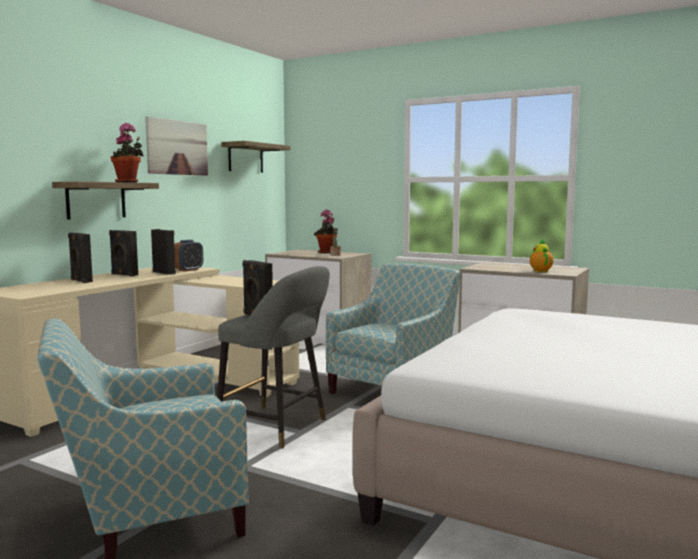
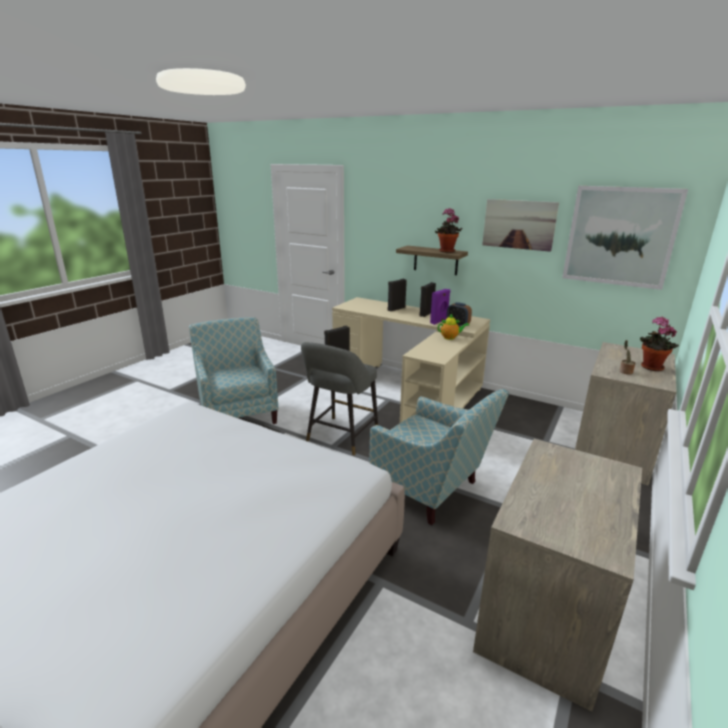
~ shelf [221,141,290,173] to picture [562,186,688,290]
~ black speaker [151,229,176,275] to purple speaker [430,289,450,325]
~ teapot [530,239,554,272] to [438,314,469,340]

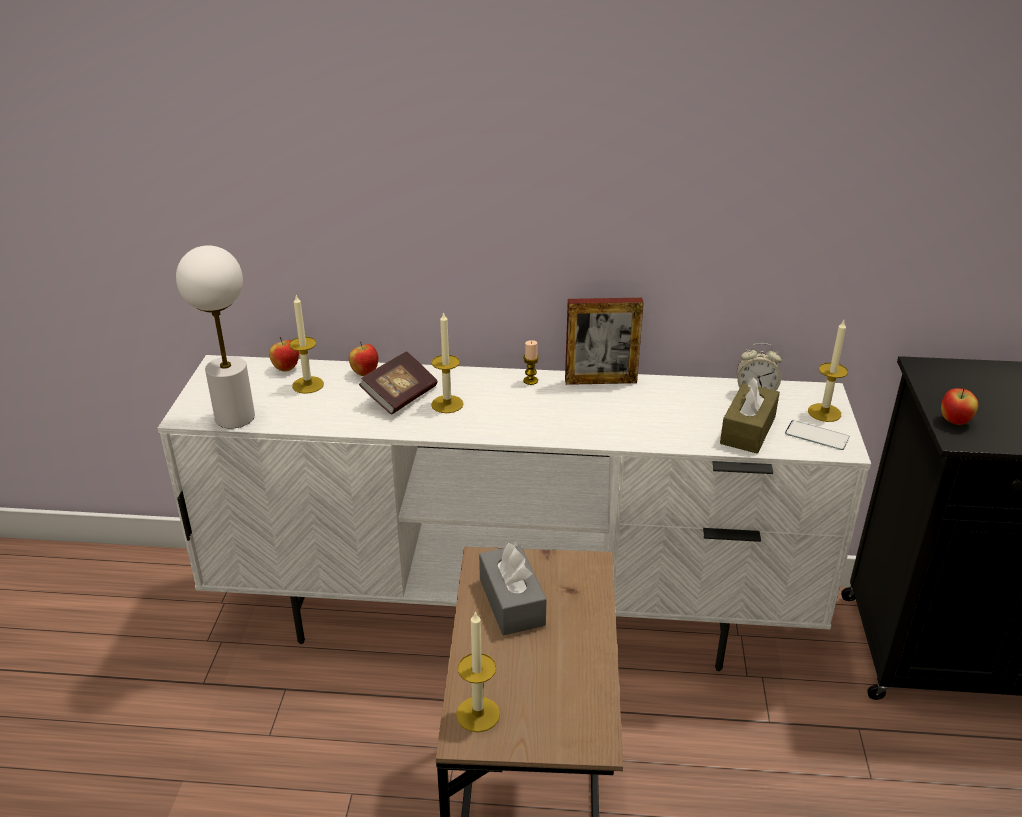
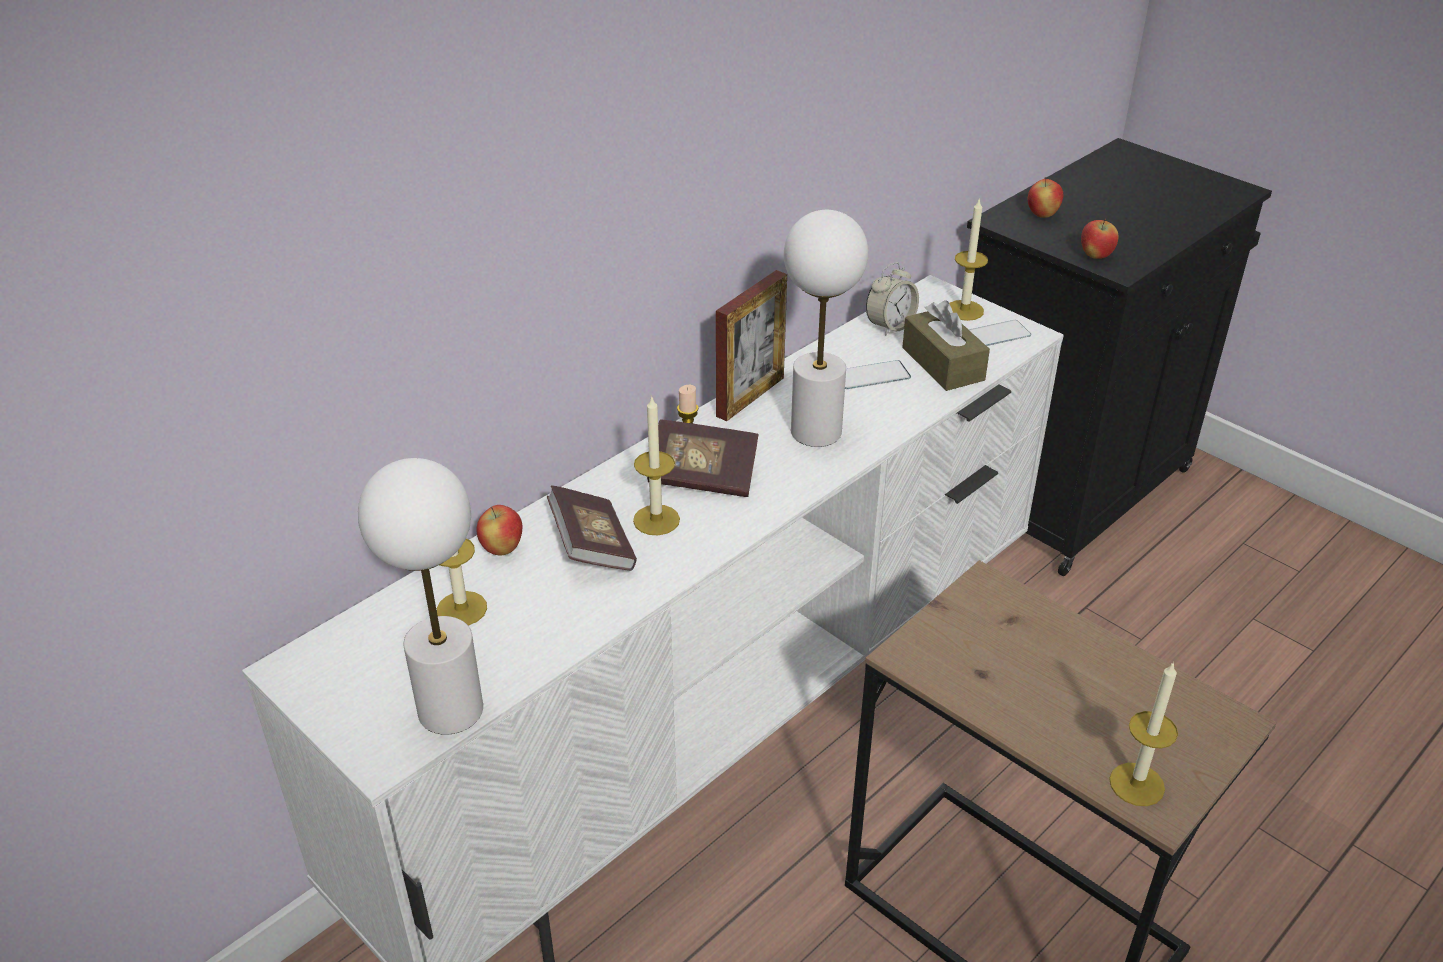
~ apple [269,337,299,371] to [1028,177,1063,218]
- grey tissue box [479,542,547,635]
+ white table lamp [784,210,868,447]
+ phone [845,360,911,389]
+ book [647,419,759,497]

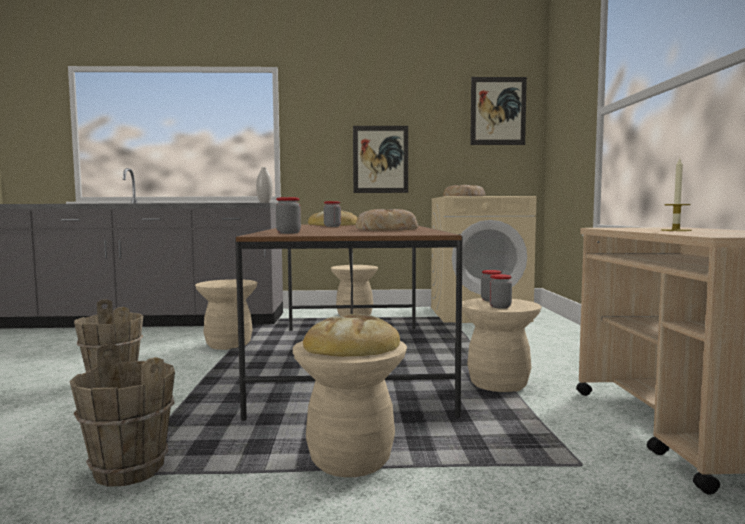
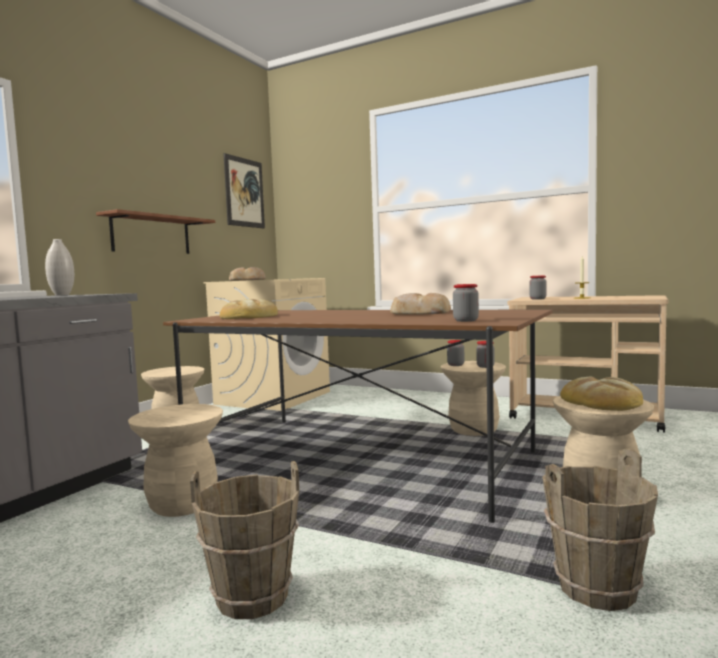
~ picture [353,126,408,193] to brown shelf [96,209,215,254]
~ jar [324,201,341,227] to [529,275,547,300]

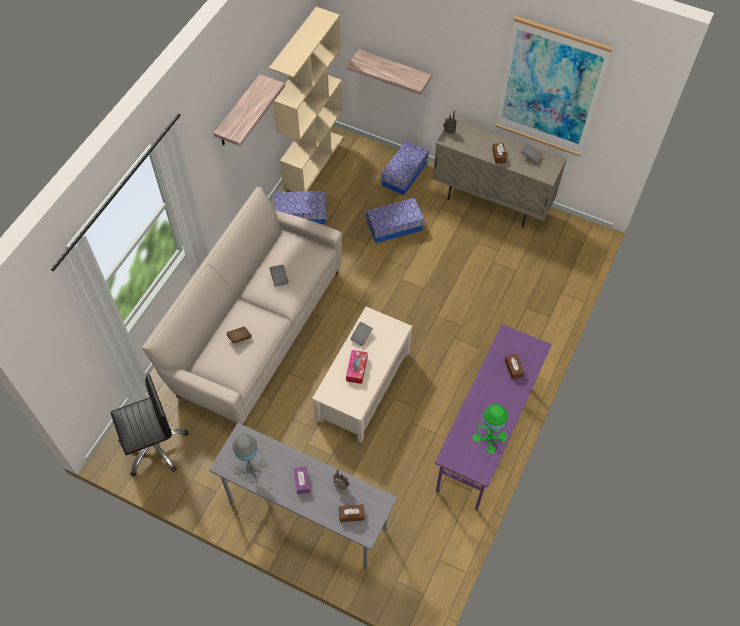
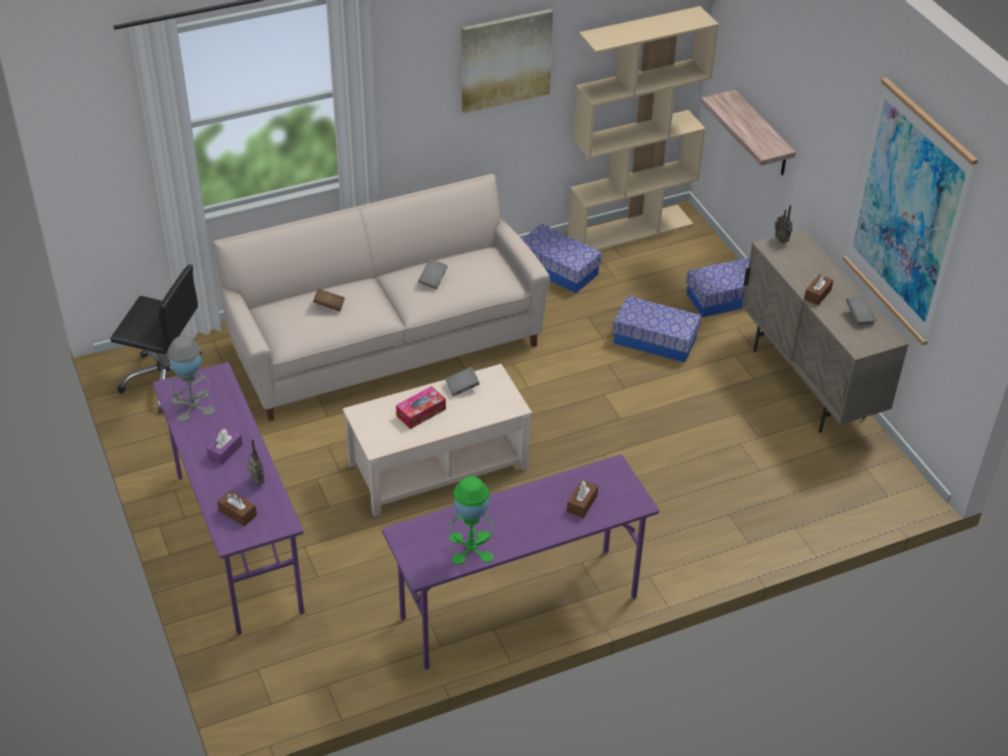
~ shelf [214,74,285,146] to picture [462,9,553,113]
~ grey desk [209,423,397,570] to purple desk [153,362,304,635]

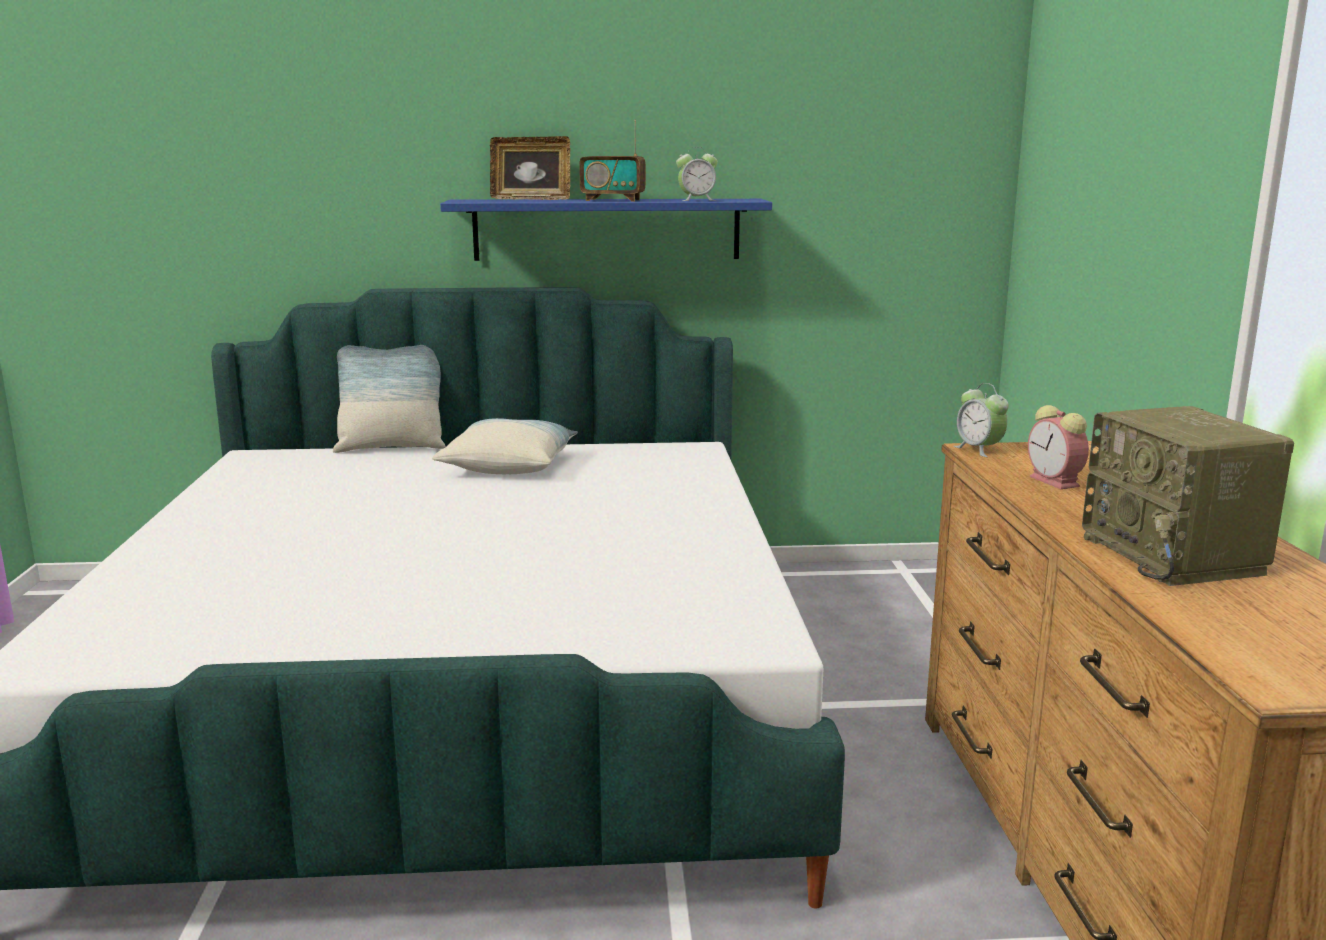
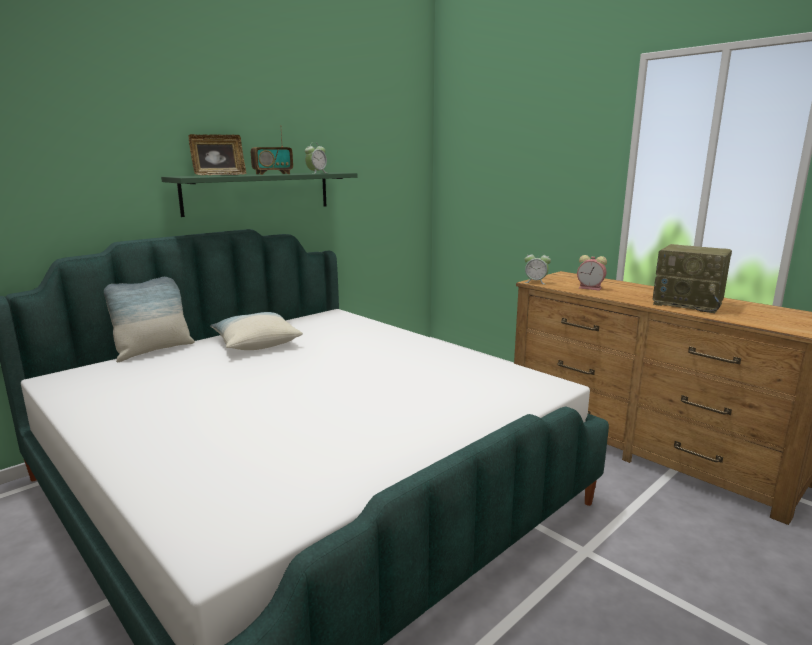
~ blue shelf [440,199,772,261] to green shelf [161,172,358,217]

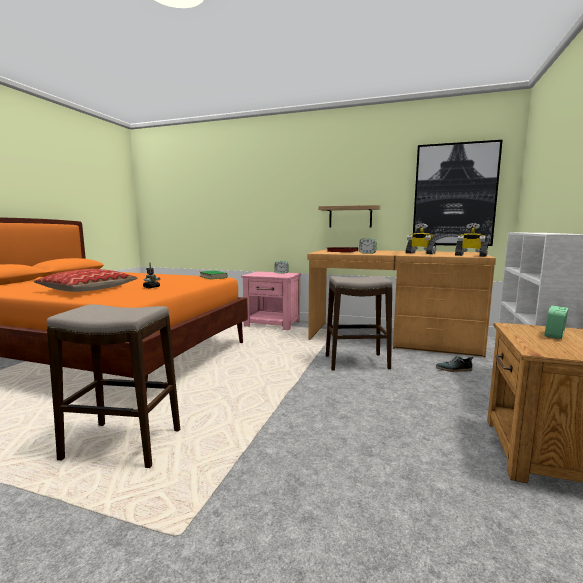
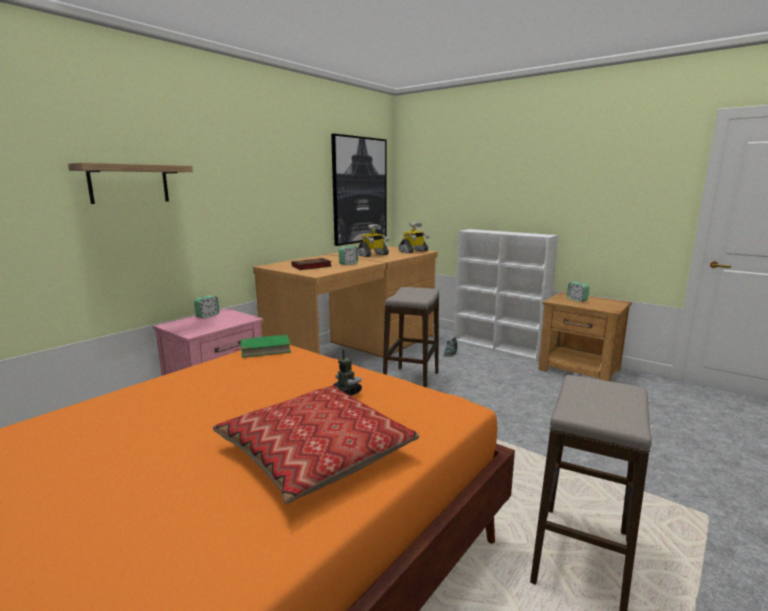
~ shelf [318,205,380,227] to [68,163,193,204]

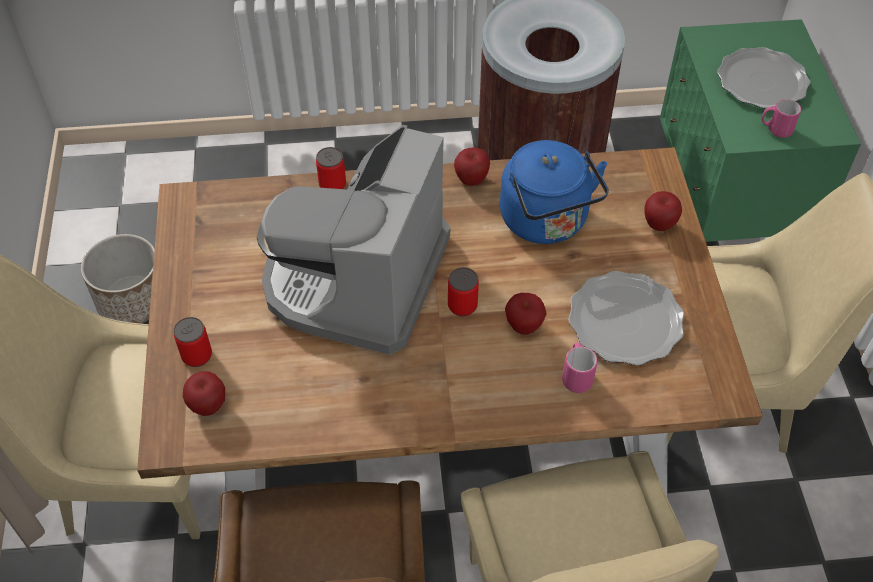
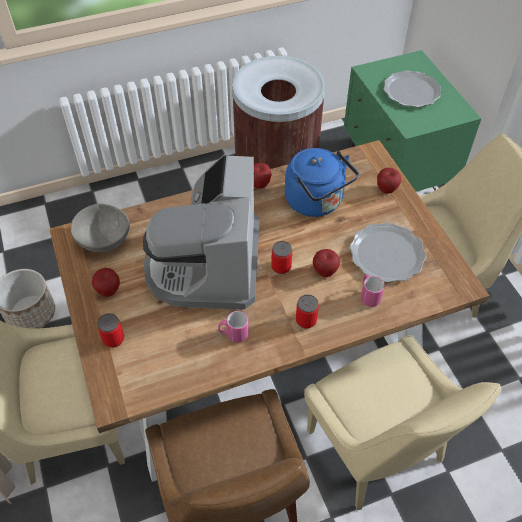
~ pink mug [762,99,801,138] to [218,311,249,343]
~ can [316,147,346,189] to [296,295,319,329]
~ apple [183,371,225,416] to [92,268,120,297]
+ grey bowl [71,204,130,252]

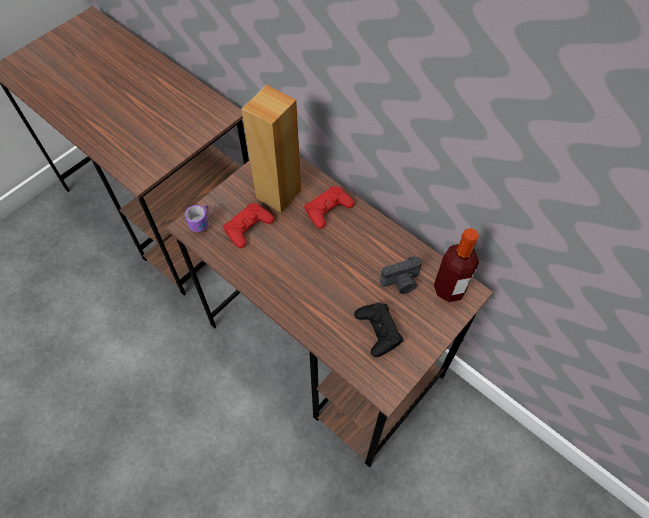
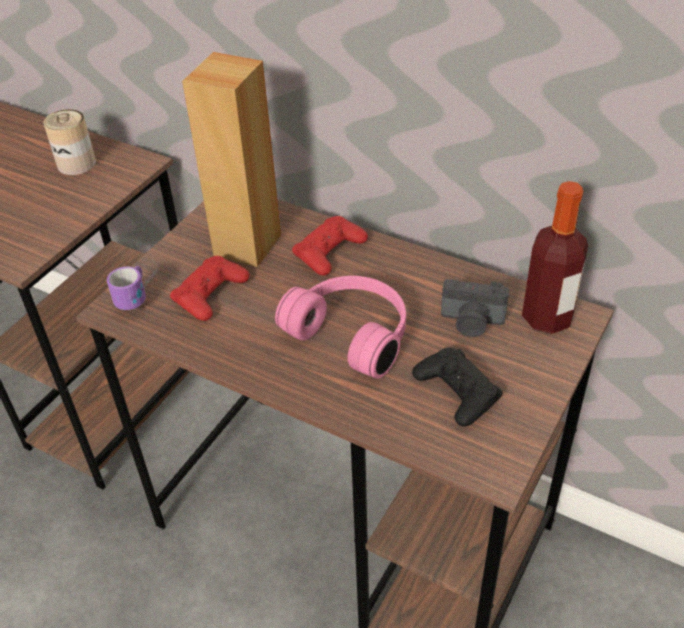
~ photo camera [380,256,422,294] = [441,279,509,337] 45 degrees clockwise
+ can [43,109,96,175]
+ pink headphones [275,276,406,379]

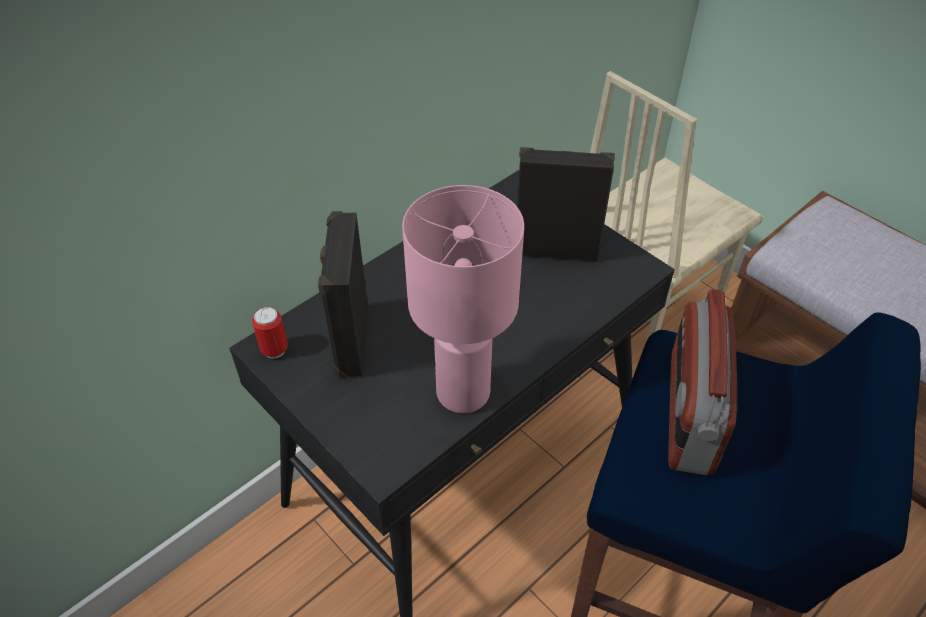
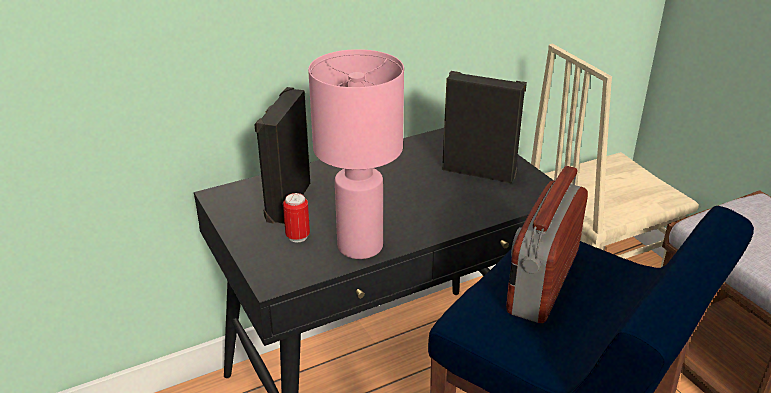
~ can [252,307,288,358] to [283,193,310,242]

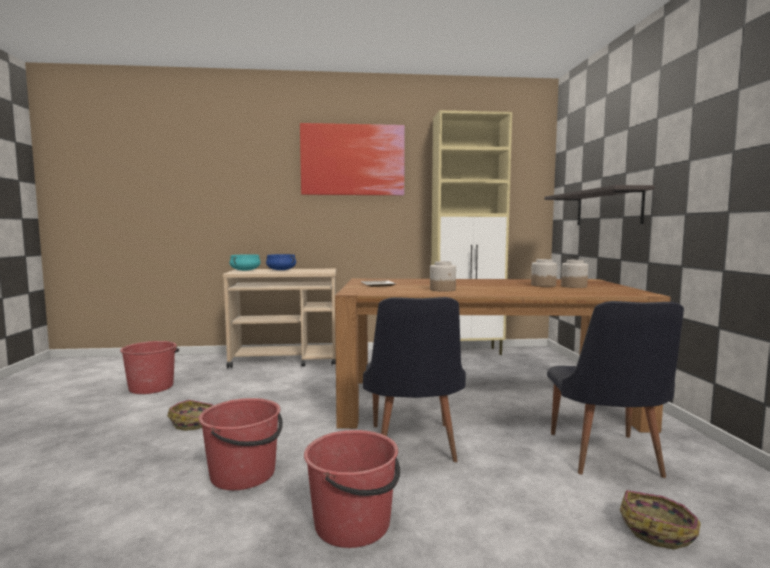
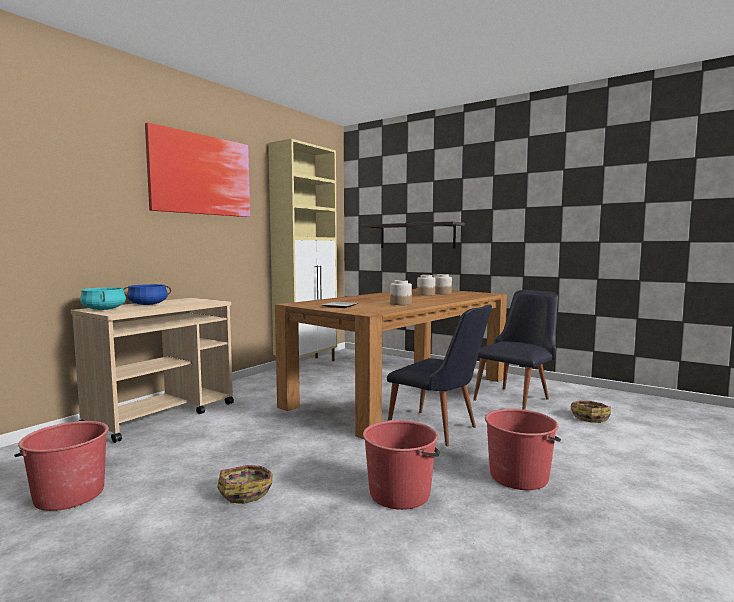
~ black chair [547,301,684,478] = [473,290,558,410] 90 degrees counterclockwise

